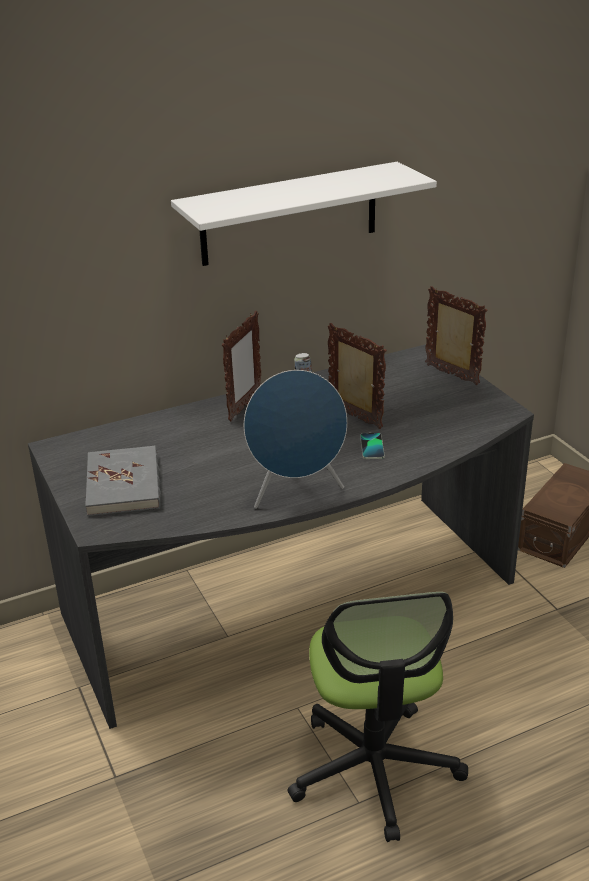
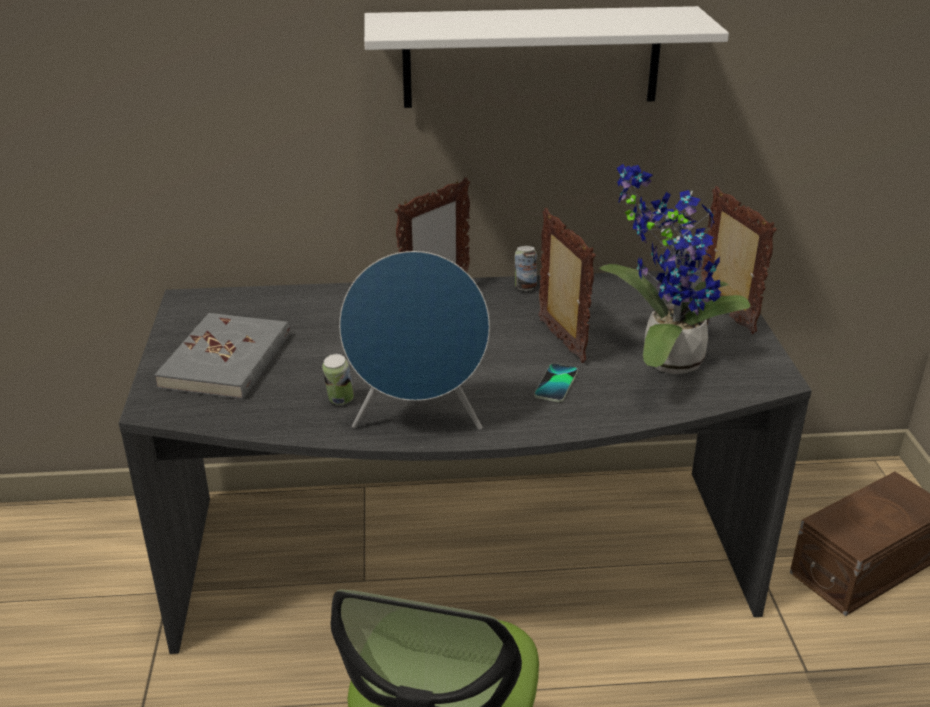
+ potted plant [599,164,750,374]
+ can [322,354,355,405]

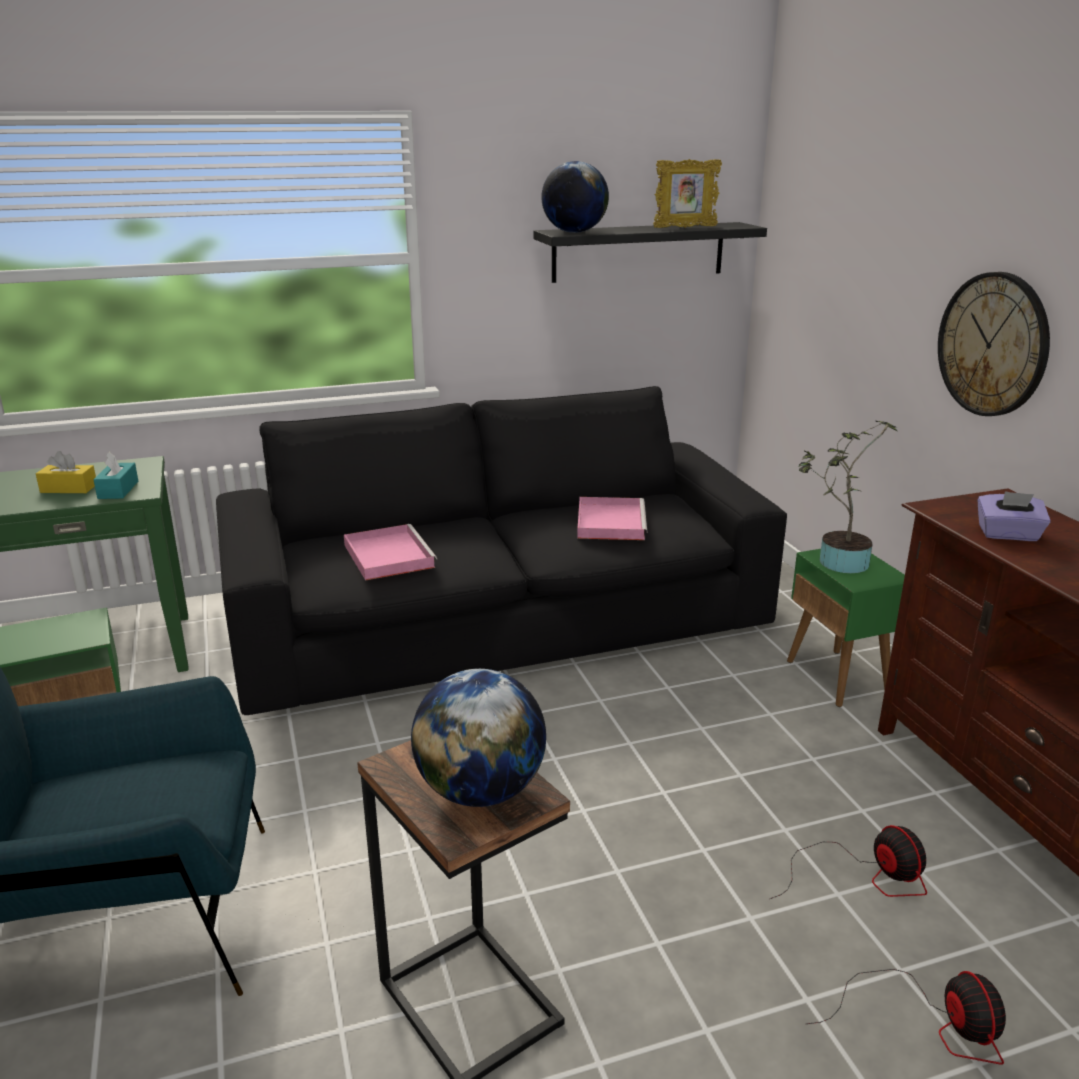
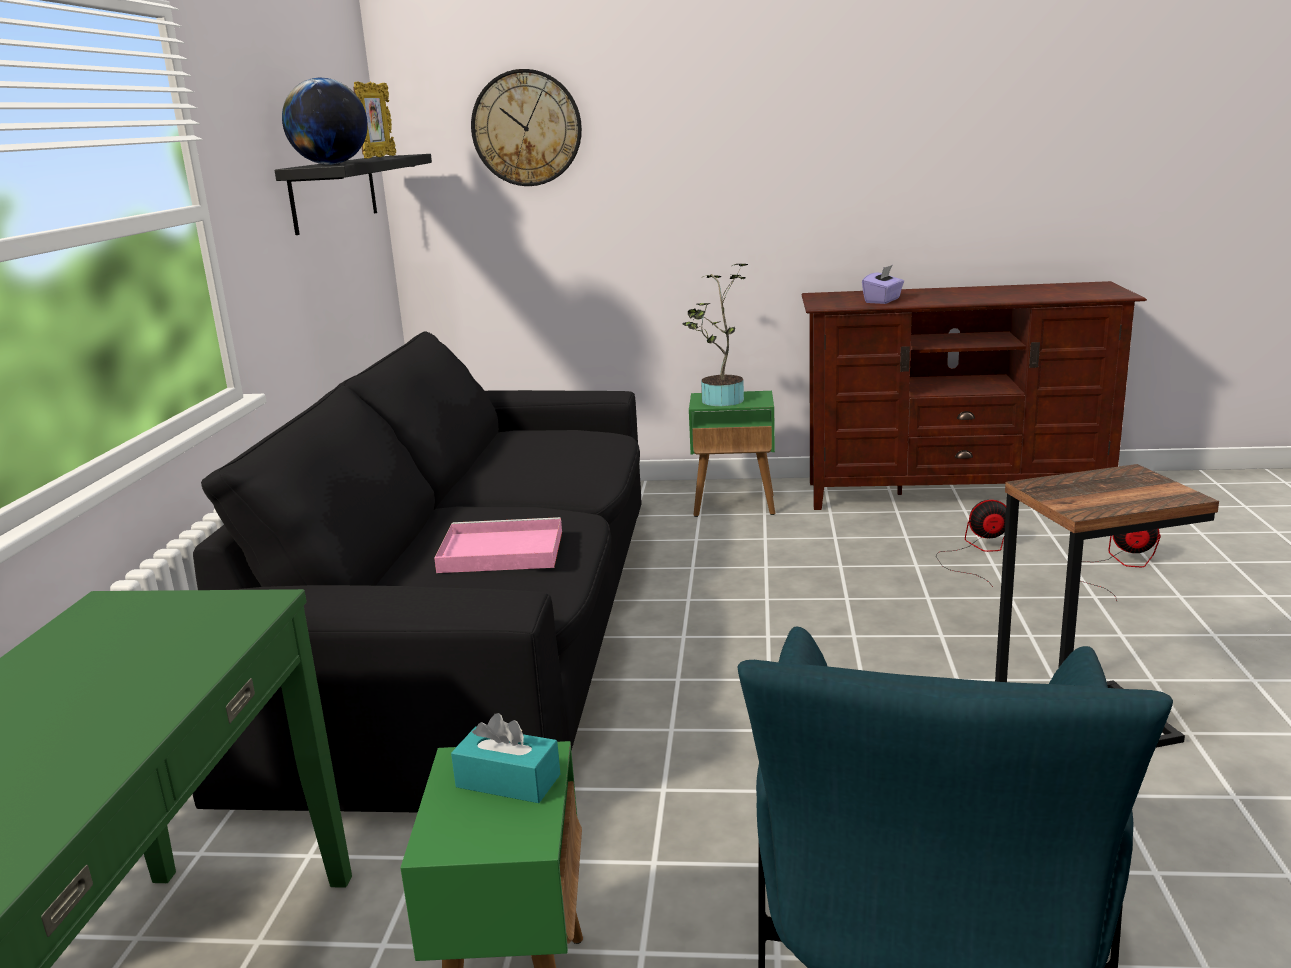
~ wall clock [938,272,1050,416] to [471,69,582,186]
- yellow tissue box [36,451,96,493]
~ turquoise tissue box [94,452,138,499] to [451,713,560,803]
- pink tray [577,497,647,540]
- globe [411,669,546,807]

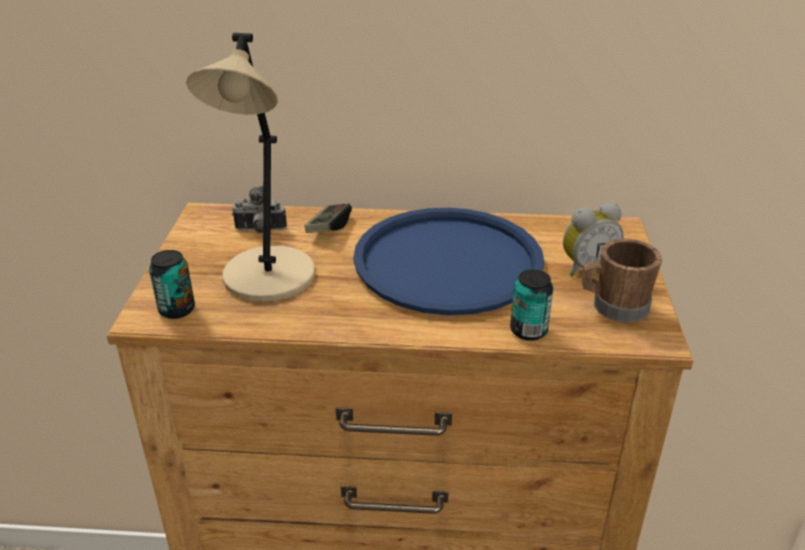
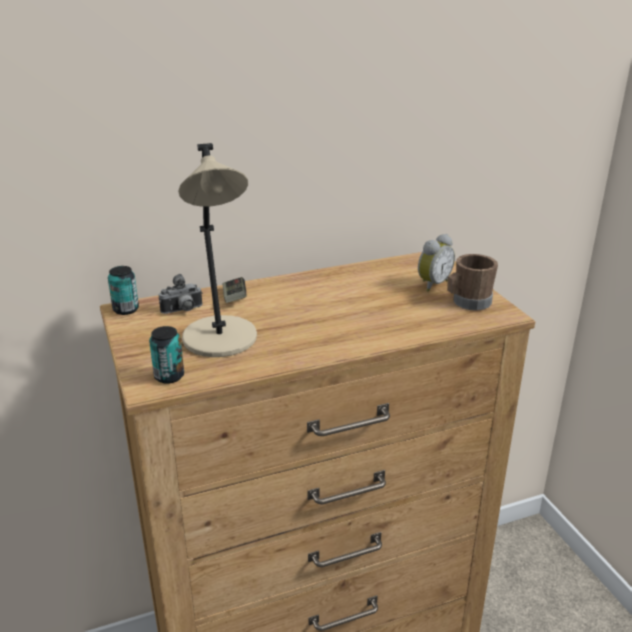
- blue tray [353,208,544,315]
~ can [510,269,554,341] to [108,266,139,315]

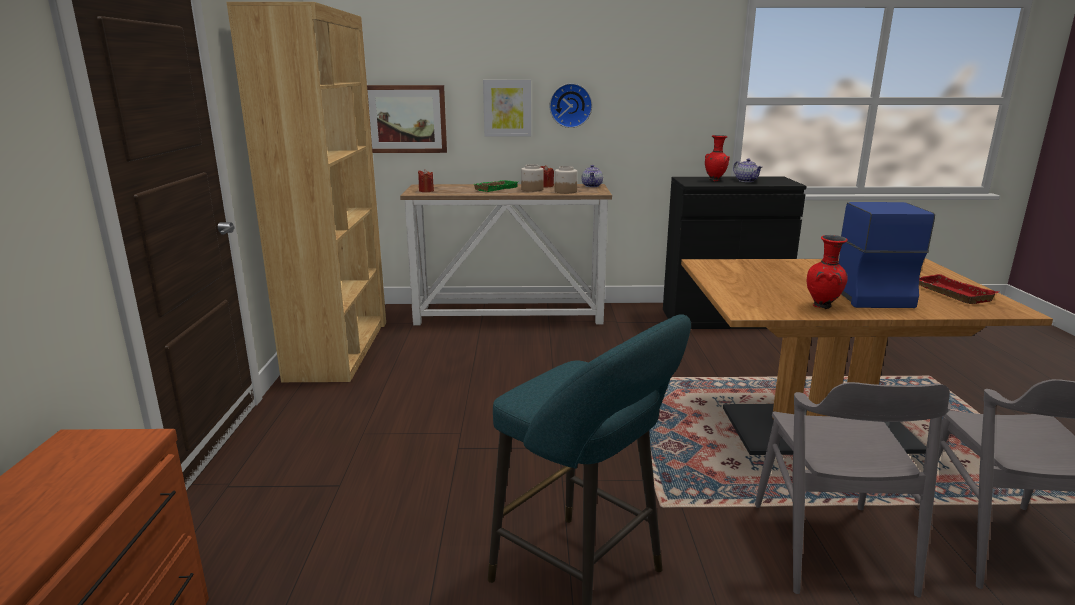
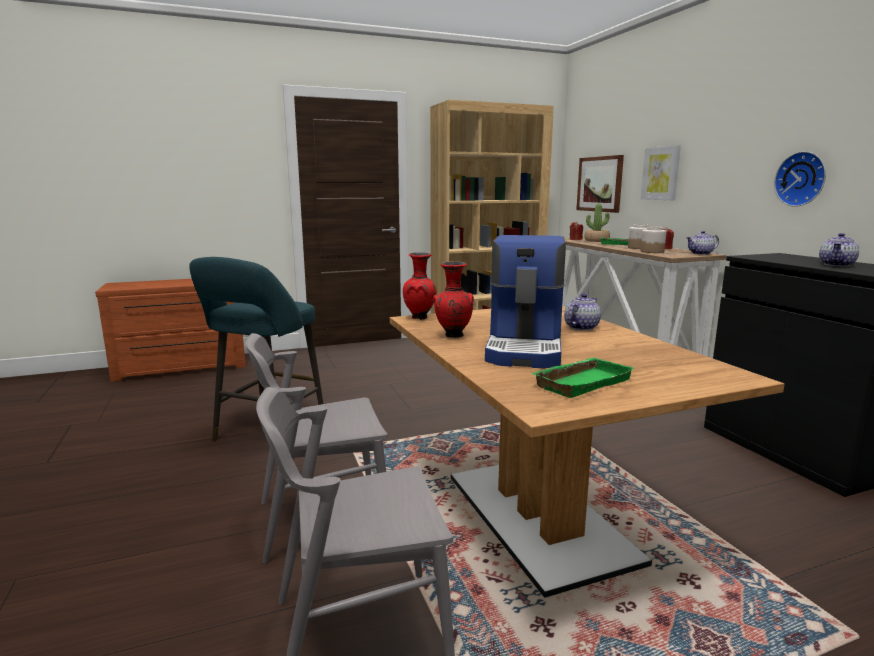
~ wall clock [550,83,592,128] to [774,151,826,207]
~ red vase [705,135,730,182] to [403,252,437,320]
~ coffee machine [839,202,935,308] = [485,235,566,369] 120 degrees clockwise
~ red tray [919,274,999,304] to green tray [532,358,634,398]
+ potted plant [584,203,610,242]
+ teapot [564,293,601,331]

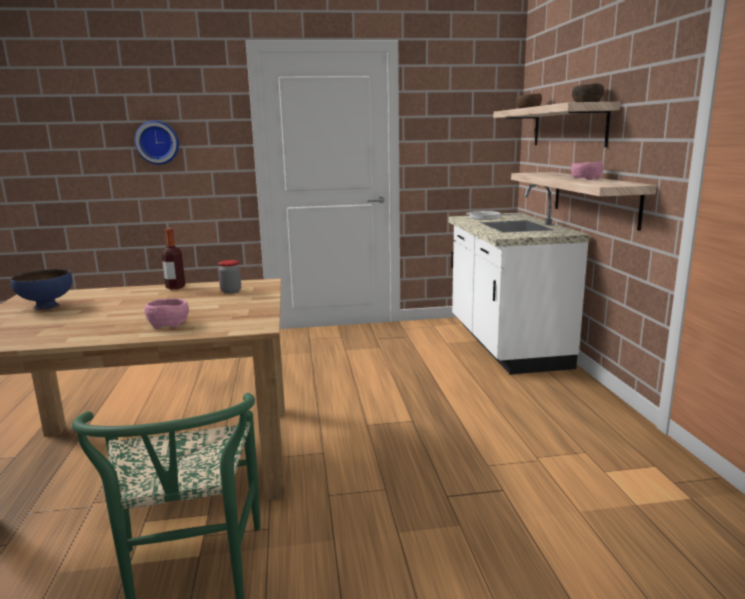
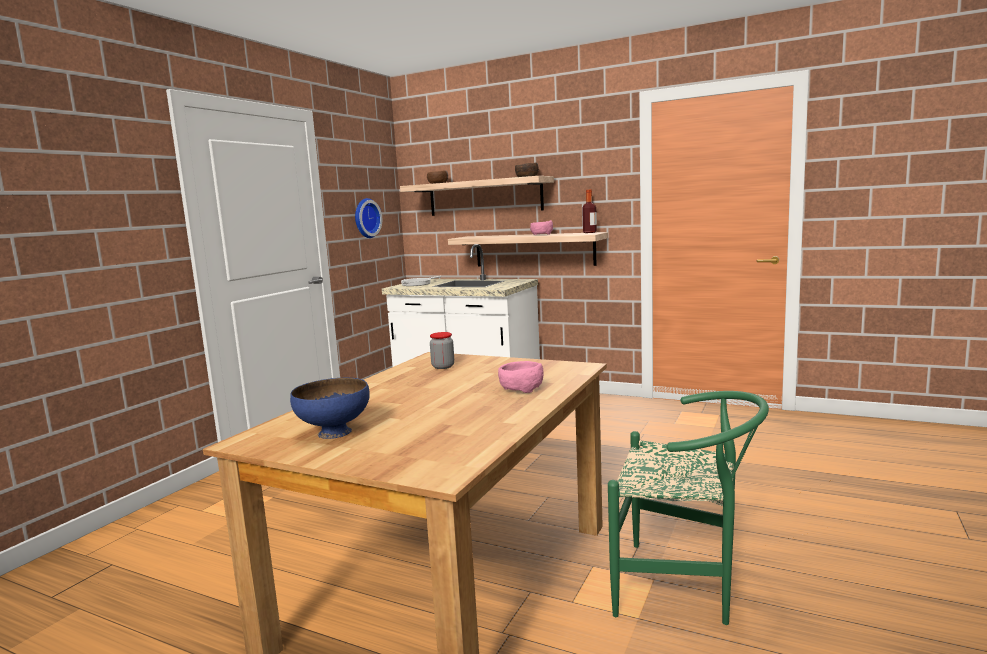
~ wall clock [135,121,179,165] to [355,198,382,238]
~ bottle [162,228,185,289] to [582,190,597,233]

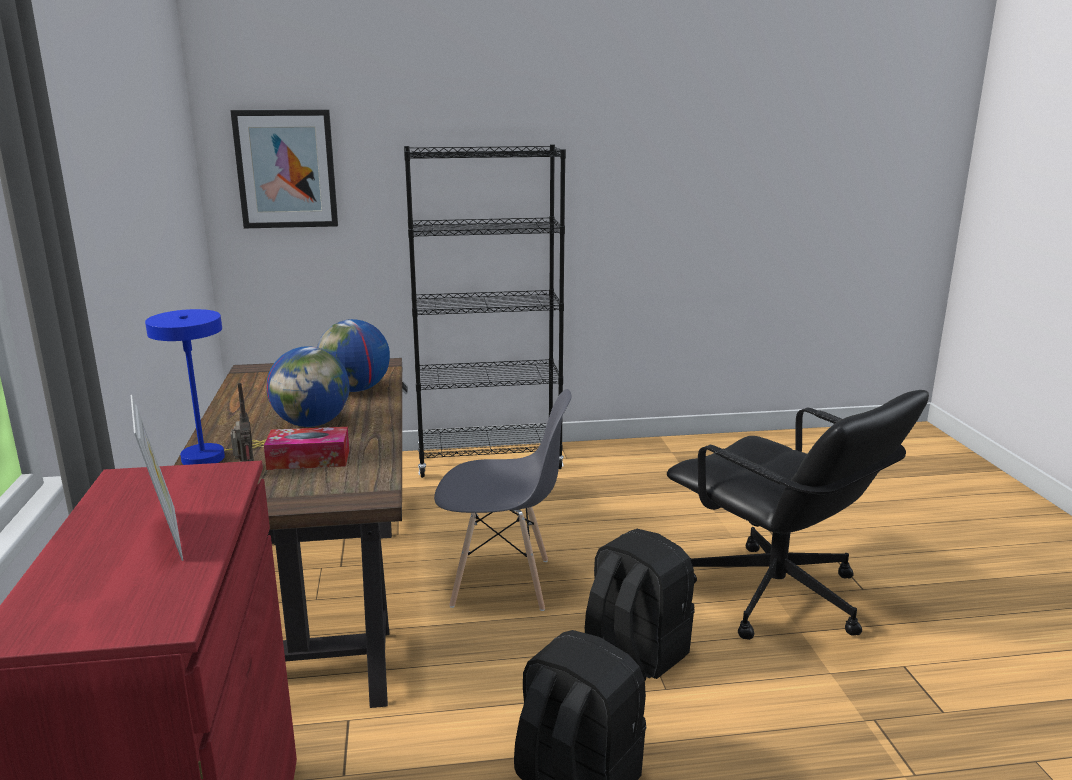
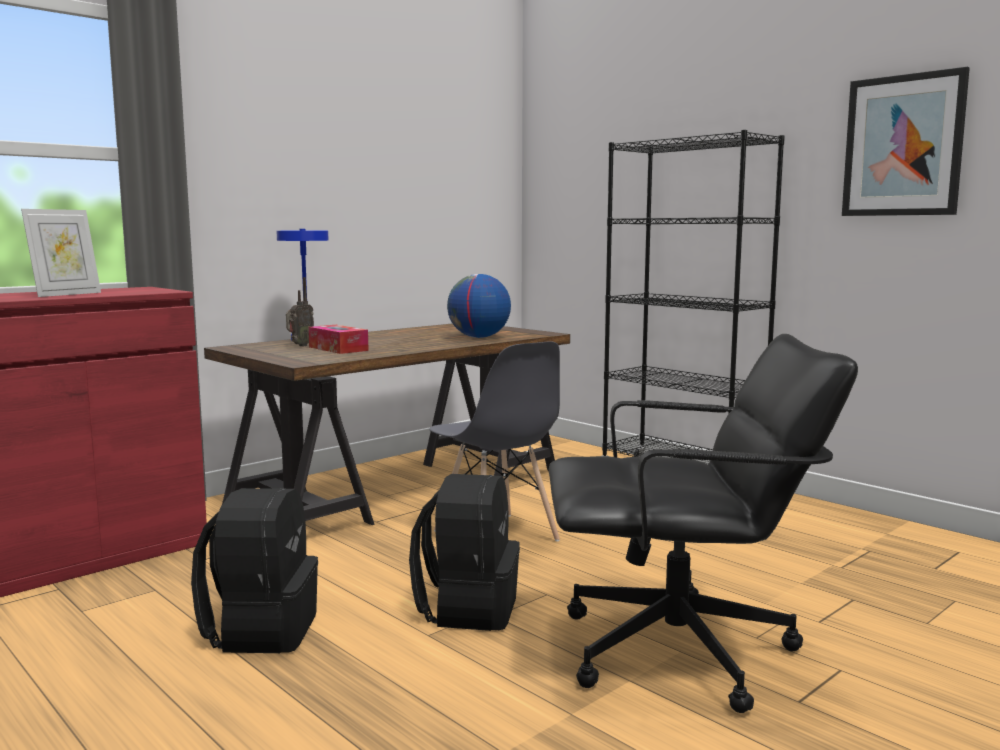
~ picture [230,110,338,228] to [842,67,970,216]
- globe [267,346,350,427]
~ black office chair [667,390,929,640] = [549,334,858,713] 105 degrees counterclockwise

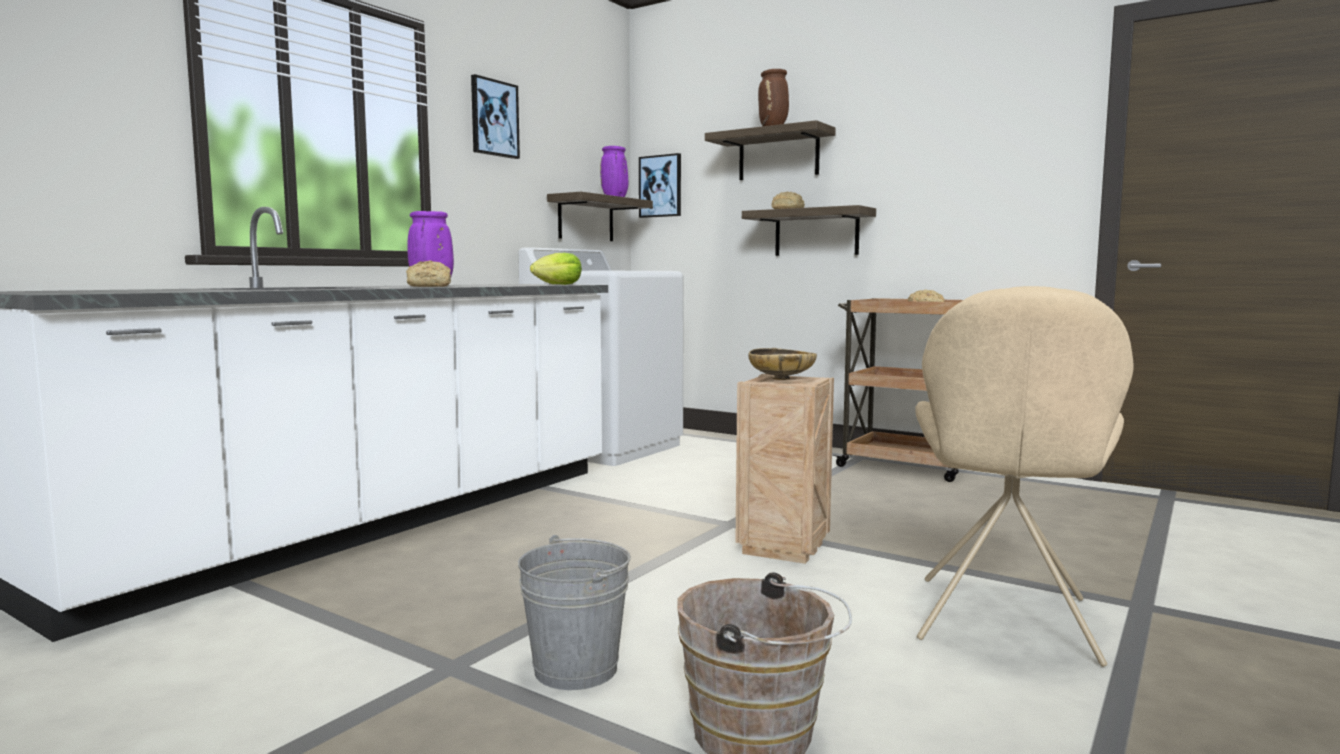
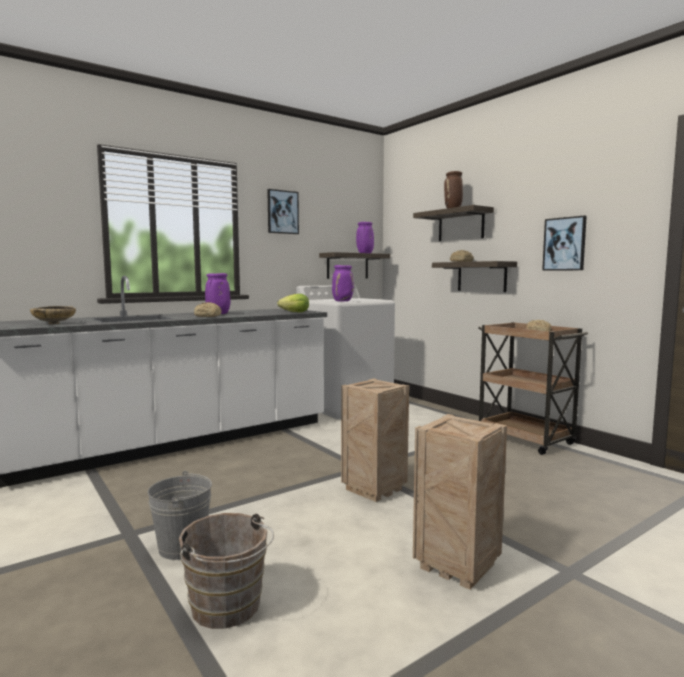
~ picture [639,153,681,218] to [542,216,587,271]
~ beige chair [915,286,1134,667] to crate [413,414,507,590]
~ beige bowl [748,348,817,380] to [30,306,76,324]
+ purple vase [332,265,354,301]

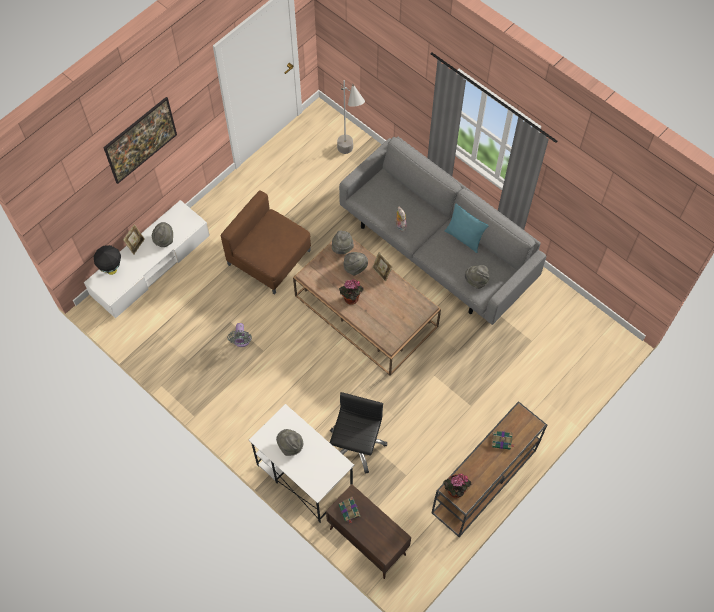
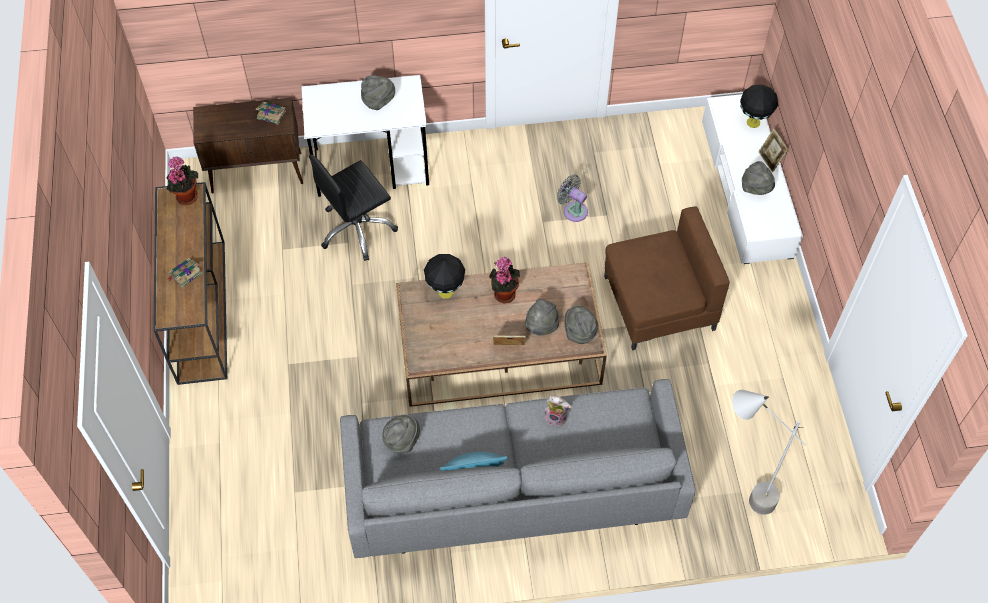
- picture [103,97,177,184]
~ black office chair [330,392,387,474] = [308,154,398,261] 90 degrees clockwise
+ black table lamp [424,254,465,299]

